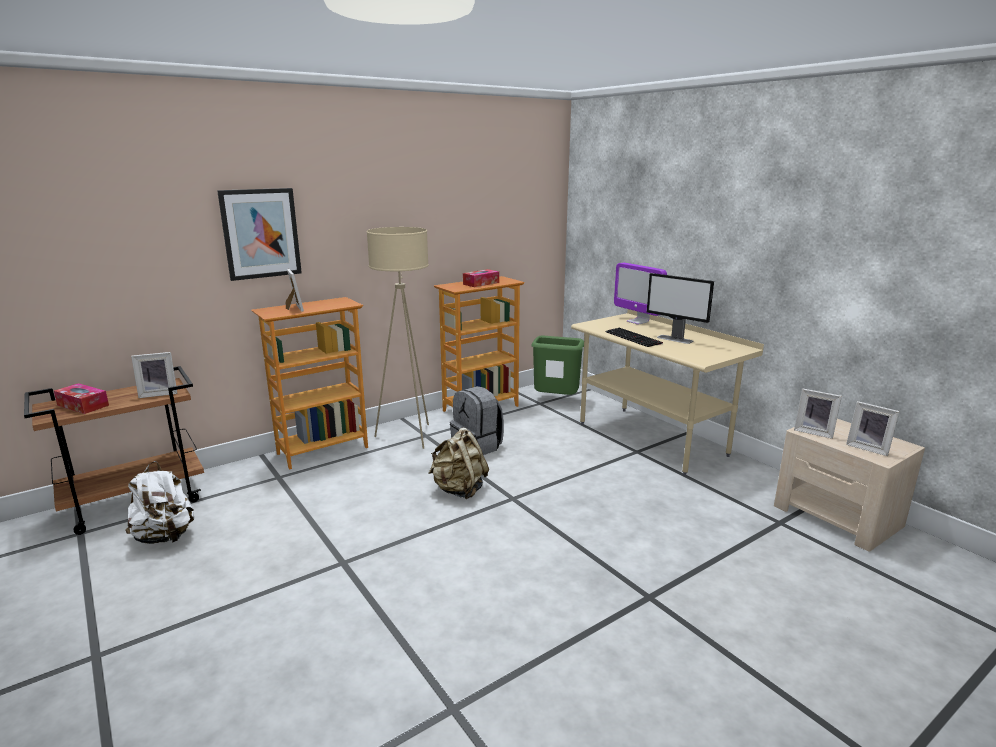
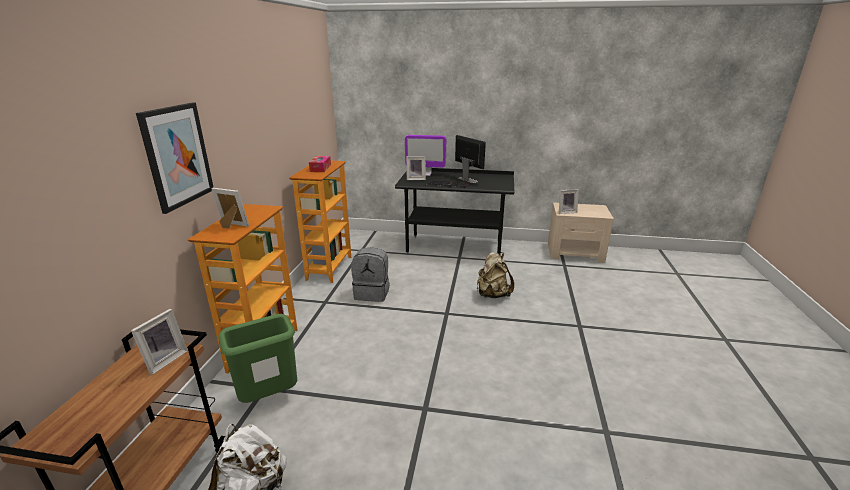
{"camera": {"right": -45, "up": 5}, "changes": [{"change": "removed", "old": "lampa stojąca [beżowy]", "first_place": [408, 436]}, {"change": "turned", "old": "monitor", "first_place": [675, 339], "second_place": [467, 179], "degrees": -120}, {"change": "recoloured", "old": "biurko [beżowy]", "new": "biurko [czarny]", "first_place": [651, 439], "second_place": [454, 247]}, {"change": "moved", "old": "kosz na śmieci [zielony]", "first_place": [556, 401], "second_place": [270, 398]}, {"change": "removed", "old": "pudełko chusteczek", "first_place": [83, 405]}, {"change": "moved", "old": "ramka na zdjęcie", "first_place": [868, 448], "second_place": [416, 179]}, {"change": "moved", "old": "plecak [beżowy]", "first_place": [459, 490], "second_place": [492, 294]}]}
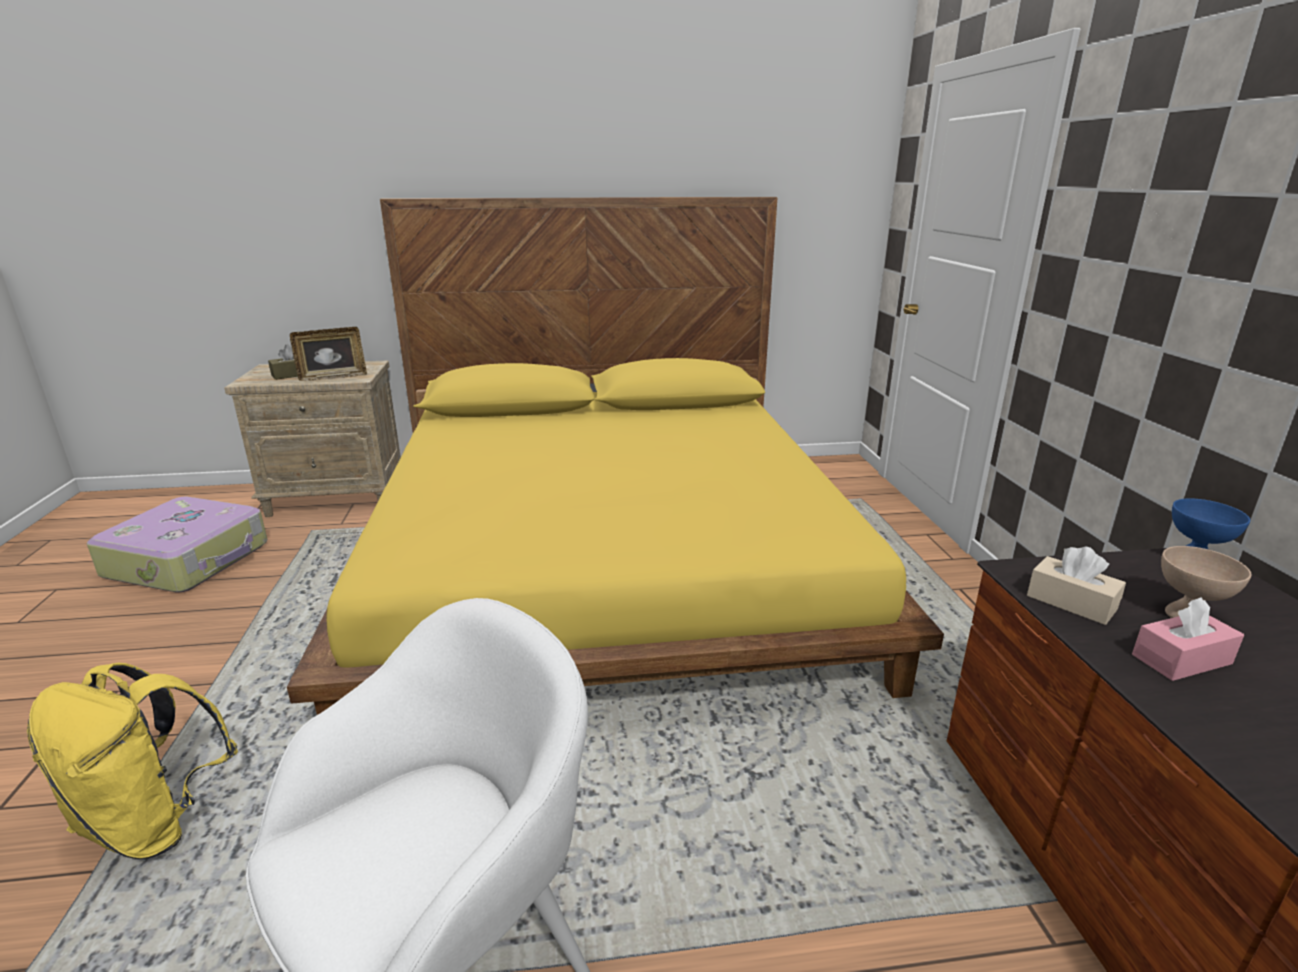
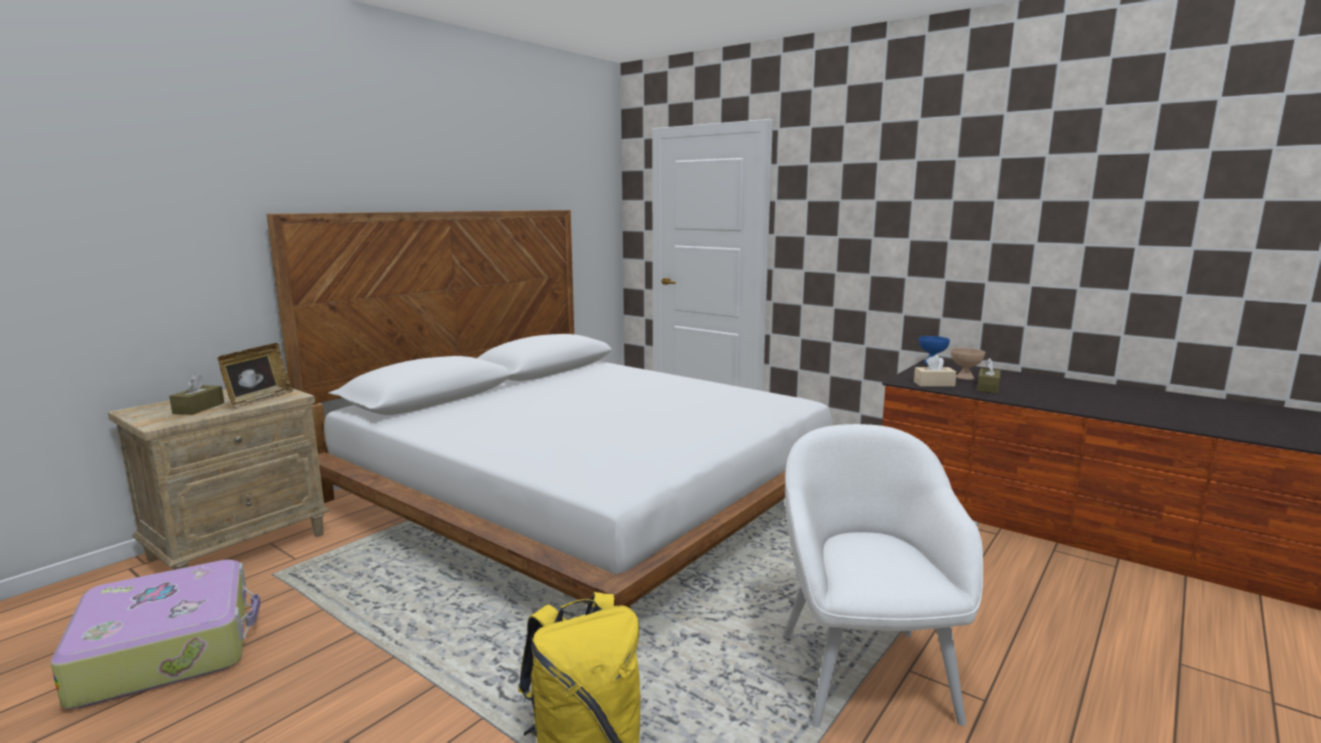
{"camera": {"right": -45, "up": -10}, "changes": [{"change": "recoloured", "old": "łóżko [żółty]", "new": "łóżko [biały]", "first_place": [607, 560], "second_place": [584, 494]}, {"change": "recoloured", "old": "pudełko chusteczek [różowy]", "new": "pudełko chusteczek [brązowy]", "first_place": [1181, 659], "second_place": [988, 388]}]}
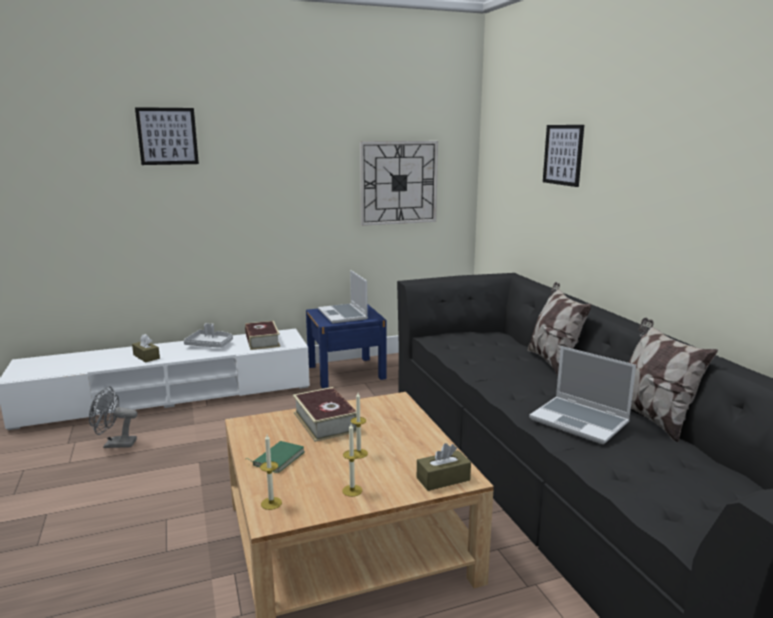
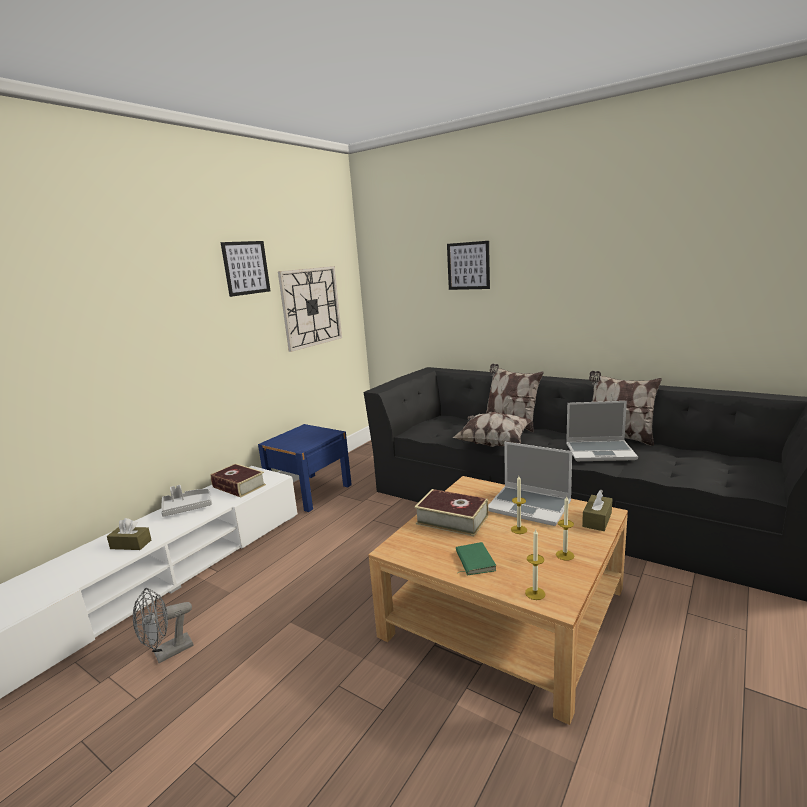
{"camera": {"right": -35, "up": 0}, "changes": [{"change": "moved", "old": "obraz", "first_place": [167, 136], "second_place": [246, 268]}, {"change": "moved", "old": "laptop", "first_place": [343, 315], "second_place": [530, 506]}, {"change": "added", "new": "poduszka", "second_place": [493, 443]}]}
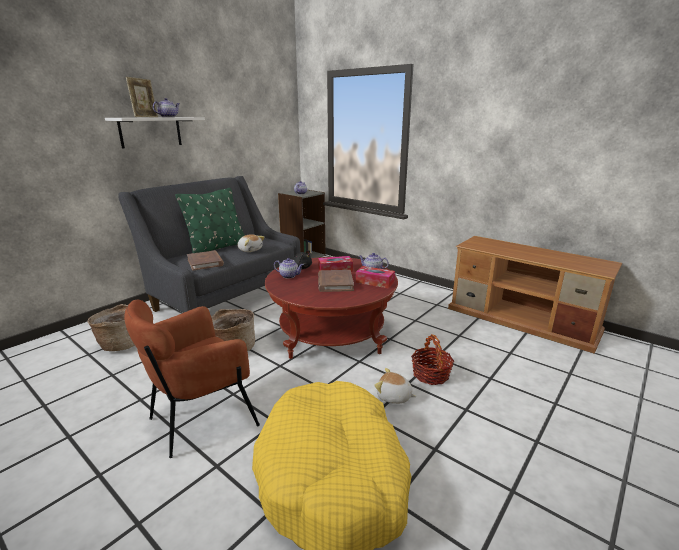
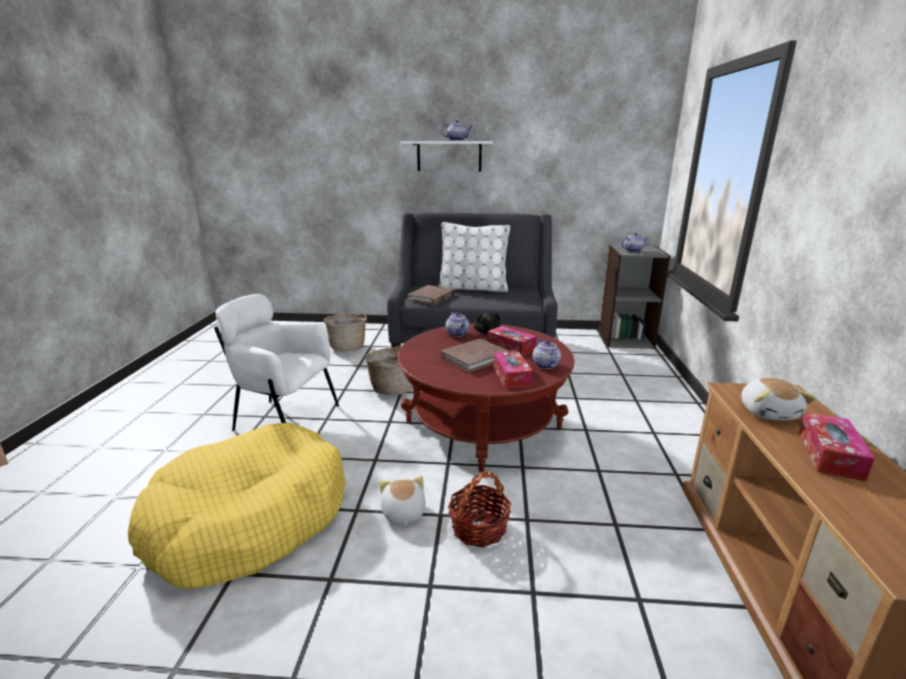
{"camera": {"right": 55, "up": 0}, "changes": [{"change": "removed", "old": "ramka na zdjęcie", "first_place": [145, 117]}, {"change": "recoloured", "old": "poduszka [zielony]", "new": "poduszka [biały]", "first_place": [217, 247], "second_place": [473, 288]}, {"change": "moved", "old": "pluszak", "first_place": [250, 250], "second_place": [769, 412]}, {"change": "recoloured", "old": "fotel [brązowy]", "new": "fotel [biały]", "first_place": [201, 418], "second_place": [284, 420]}, {"change": "added", "new": "pudełko chusteczek", "second_place": [829, 455]}]}
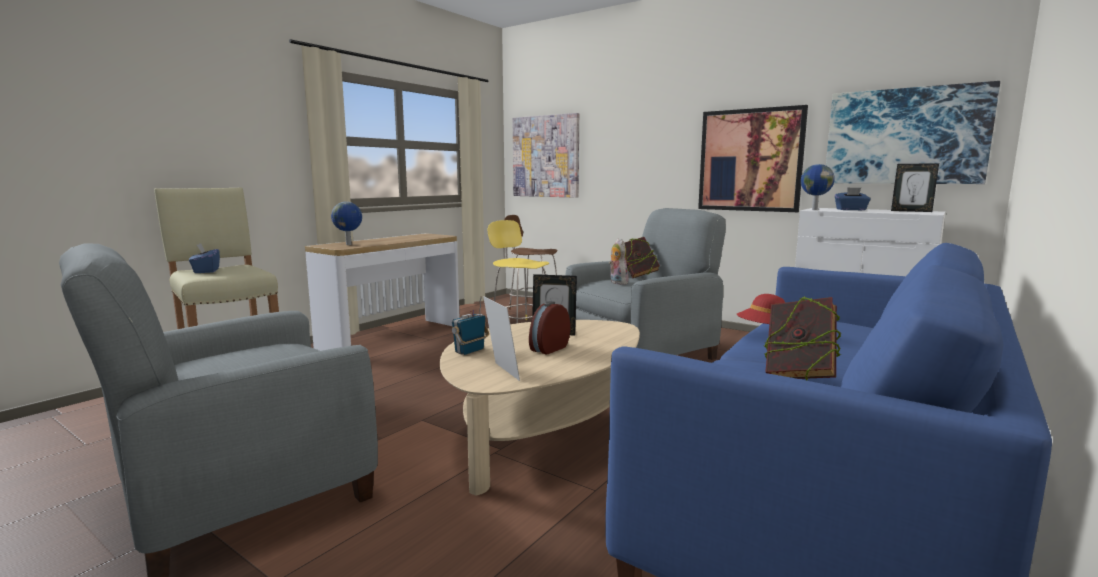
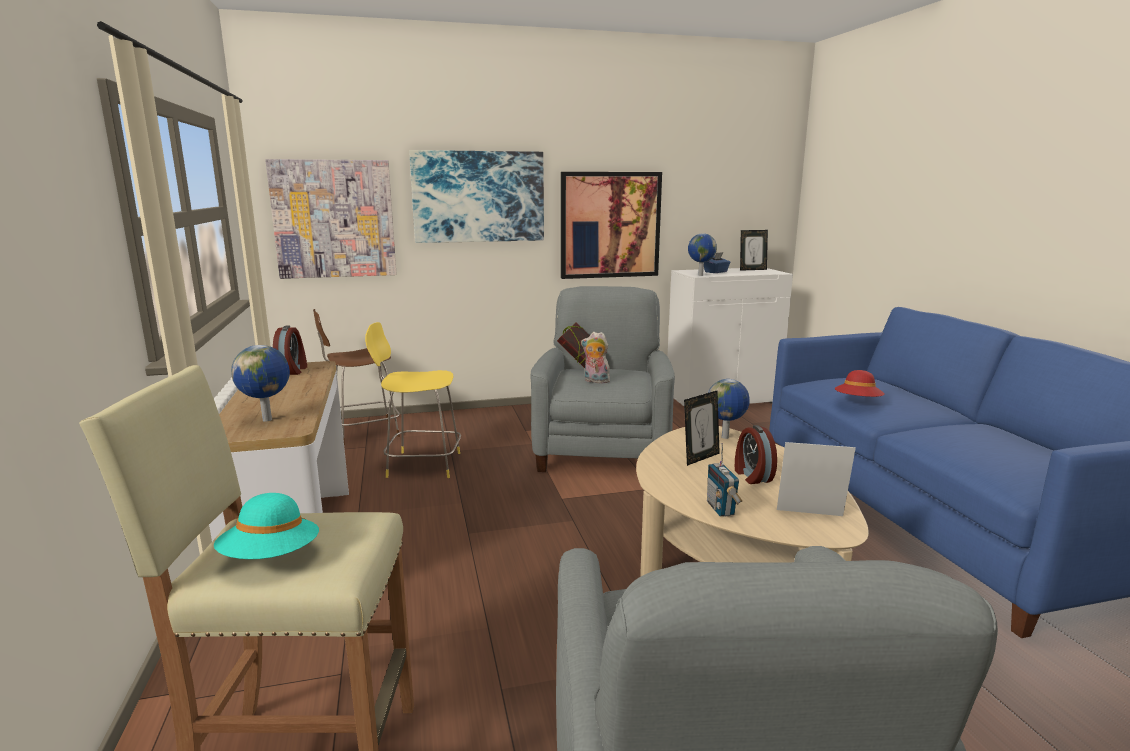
{"camera": {"right": -50, "up": 5}, "changes": [{"change": "moved", "old": "obraz", "first_place": [905, 136], "second_place": [478, 197]}, {"change": "replaced", "old": "pudełko chusteczek [niebieski]", "new": "kapelusz [turkusowy]", "first_place": [206, 271], "second_place": [271, 558]}, {"change": "removed", "old": "książka", "first_place": [798, 377]}, {"change": "added", "new": "budzik", "second_place": [293, 370]}, {"change": "added", "new": "globus", "second_place": [726, 437]}]}
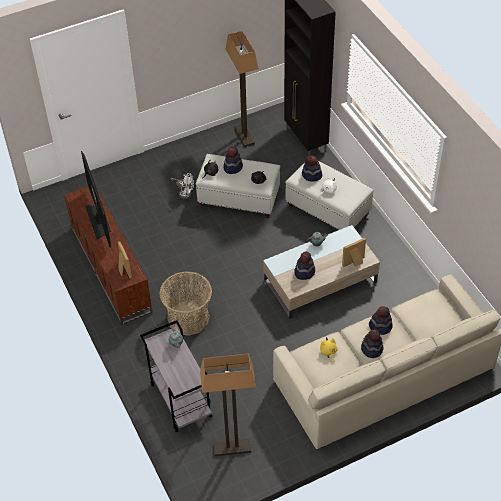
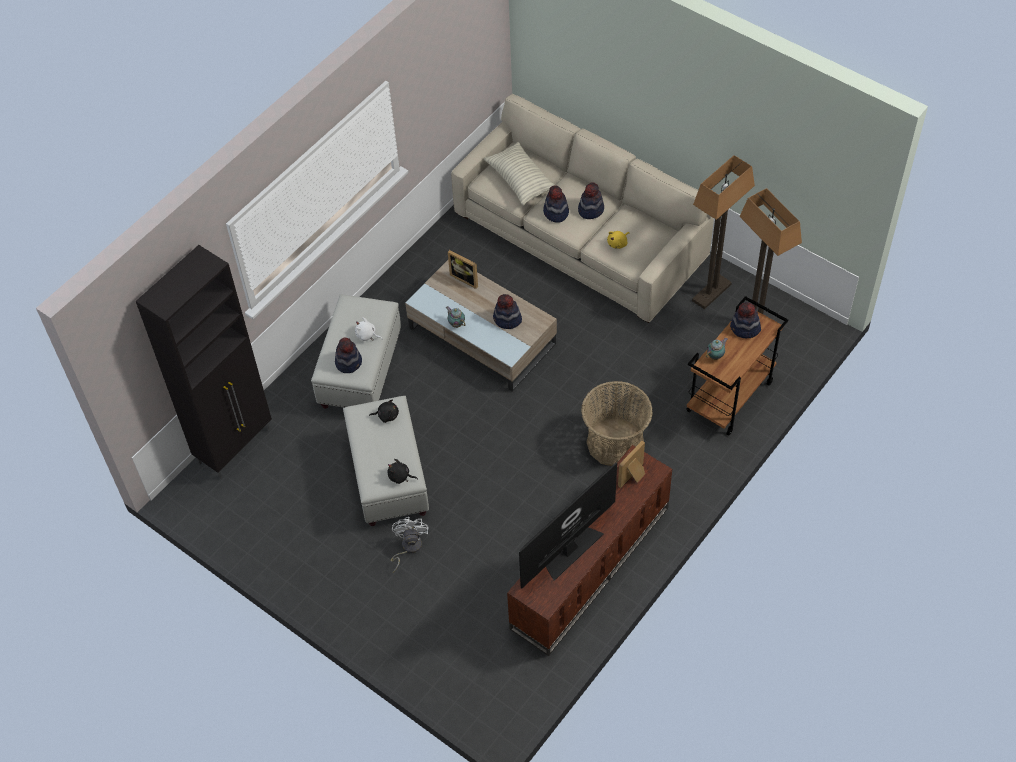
{"camera": {"right": -115, "up": 5}, "changes": [{"change": "moved", "old": "lampa stojąca", "first_place": [244, 136], "second_place": [711, 292]}, {"change": "moved", "old": "kapelusz", "first_place": [233, 167], "second_place": [745, 328]}, {"change": "recoloured", "old": "wózek [szary]", "new": "wózek [brązowy]", "first_place": [180, 400], "second_place": [729, 398]}, {"change": "added", "new": "poduszka", "second_place": [520, 180]}]}
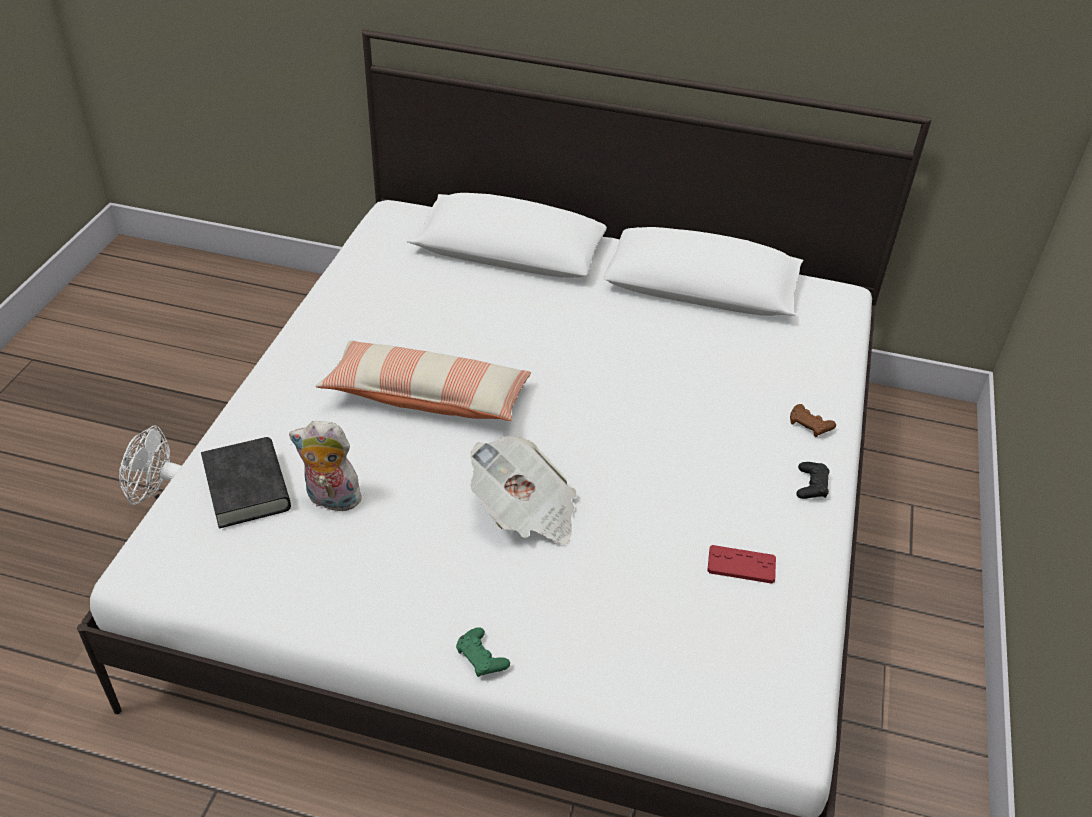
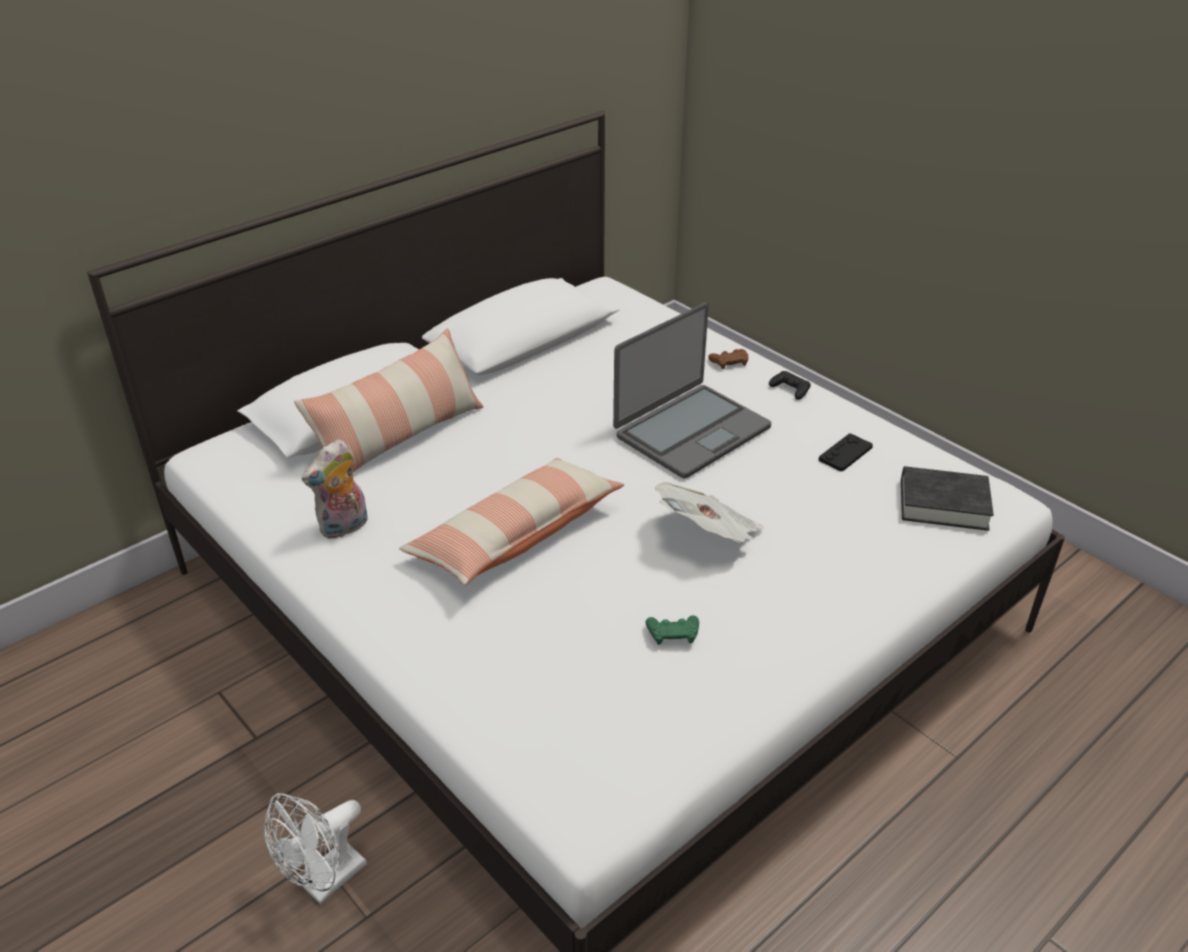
{"camera": {"right": -55, "up": -5}, "changes": [{"change": "moved", "old": "pluszak", "first_place": [331, 500], "second_place": [344, 528]}, {"change": "moved", "old": "książka [czarny]", "first_place": [247, 488], "second_place": [943, 504]}, {"change": "recoloured", "old": "pad do gier [czerwony]", "new": "pad do gier [czarny]", "first_place": [741, 565], "second_place": [845, 453]}, {"change": "moved", "old": "pad do gier [zielony]", "first_place": [481, 657], "second_place": [673, 633]}, {"change": "added", "new": "laptop", "second_place": [691, 431]}, {"change": "added", "new": "poduszka", "second_place": [400, 438]}]}
